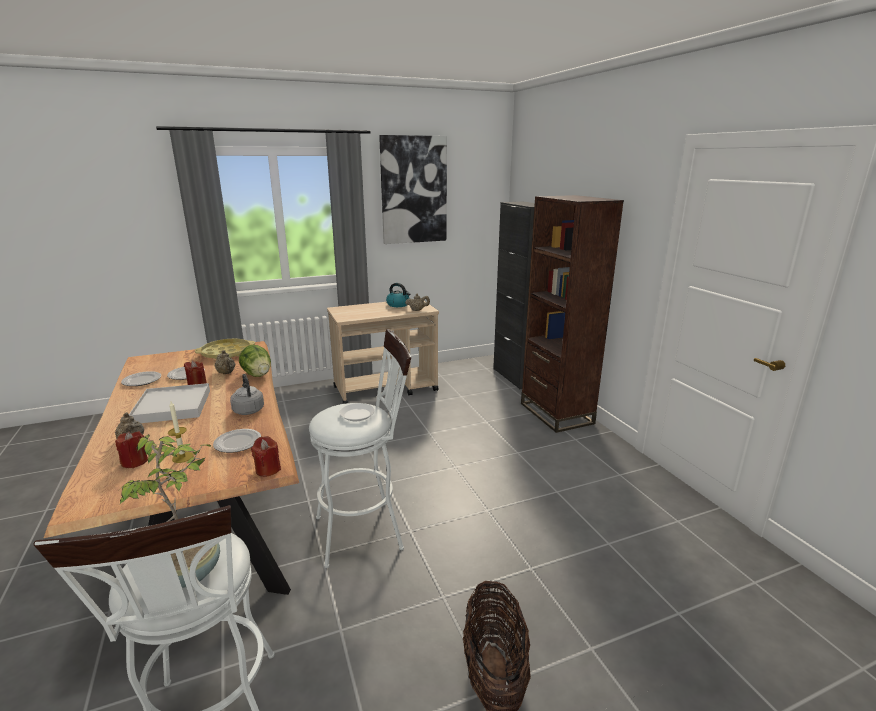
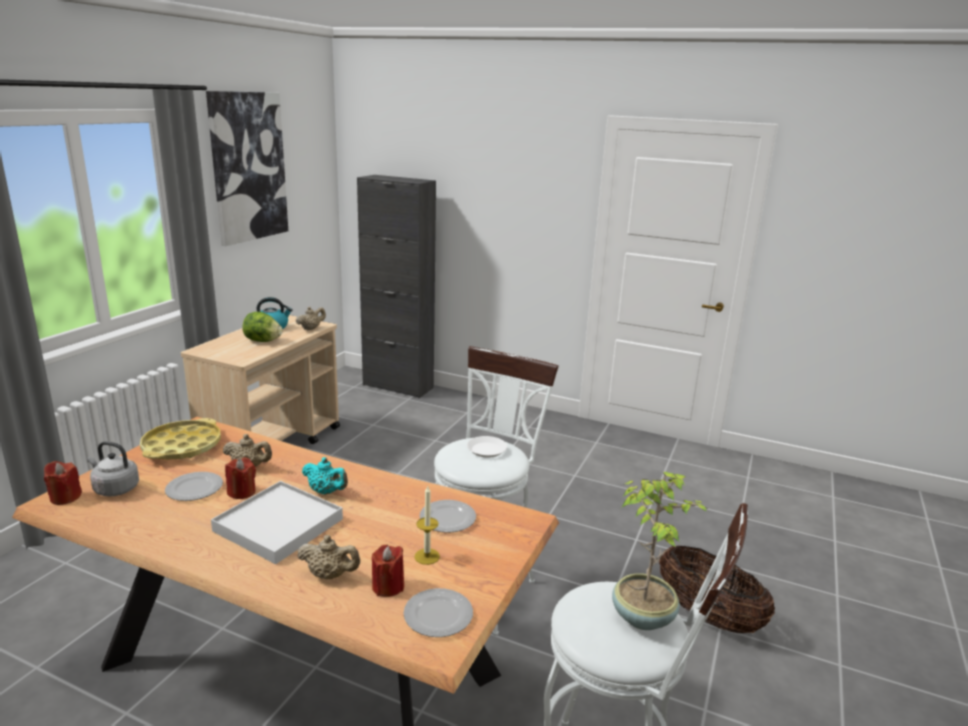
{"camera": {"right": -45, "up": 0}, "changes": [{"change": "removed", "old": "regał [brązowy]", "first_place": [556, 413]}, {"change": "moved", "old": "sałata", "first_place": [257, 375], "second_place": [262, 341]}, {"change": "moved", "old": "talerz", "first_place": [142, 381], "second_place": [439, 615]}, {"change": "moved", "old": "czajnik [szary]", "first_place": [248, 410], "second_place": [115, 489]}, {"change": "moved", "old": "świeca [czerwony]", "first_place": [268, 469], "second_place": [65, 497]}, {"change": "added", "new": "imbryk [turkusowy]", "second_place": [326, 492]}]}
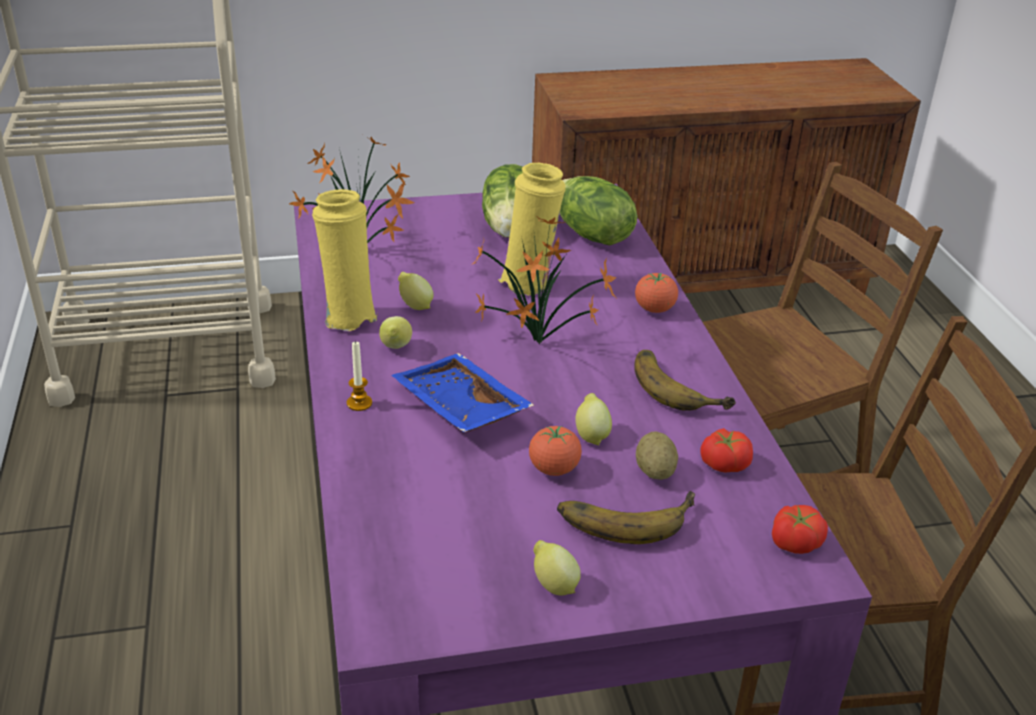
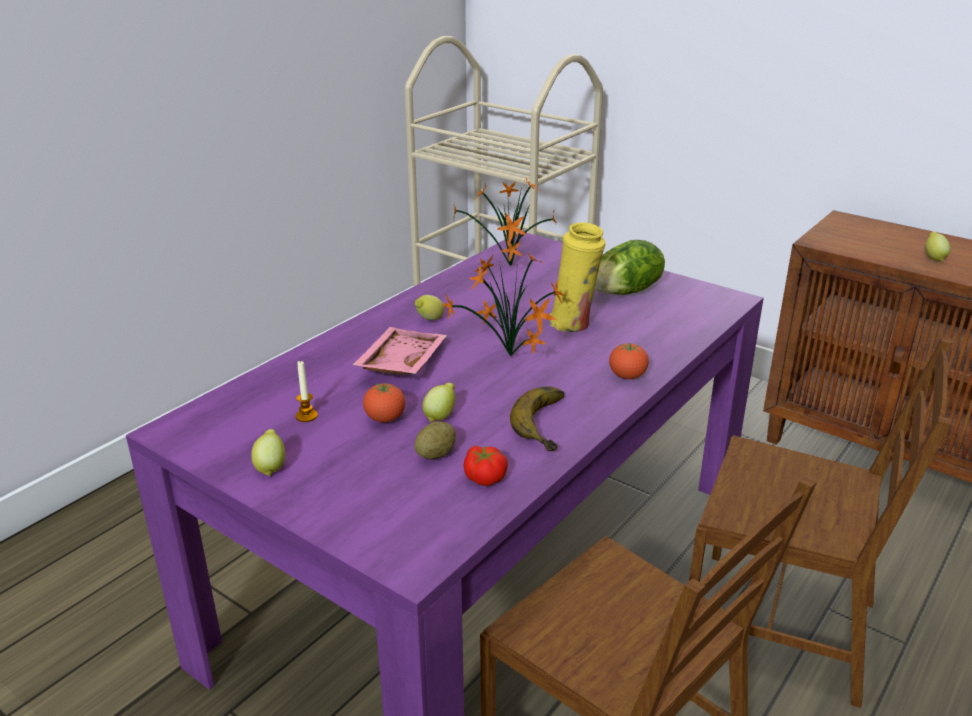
{"camera": {"right": 50, "up": -5}, "changes": [{"change": "removed", "old": "sałata", "first_place": [591, 235]}, {"change": "removed", "old": "wazon [żółty]", "first_place": [348, 316]}, {"change": "moved", "old": "cytryna", "first_place": [414, 305], "second_place": [933, 258]}, {"change": "moved", "old": "świeca", "first_place": [359, 403], "second_place": [306, 416]}, {"change": "recoloured", "old": "taca [niebieski]", "new": "taca [różowy]", "first_place": [458, 408], "second_place": [400, 363]}, {"change": "removed", "old": "banan", "first_place": [624, 514]}, {"change": "removed", "old": "pomidor", "first_place": [794, 542]}]}
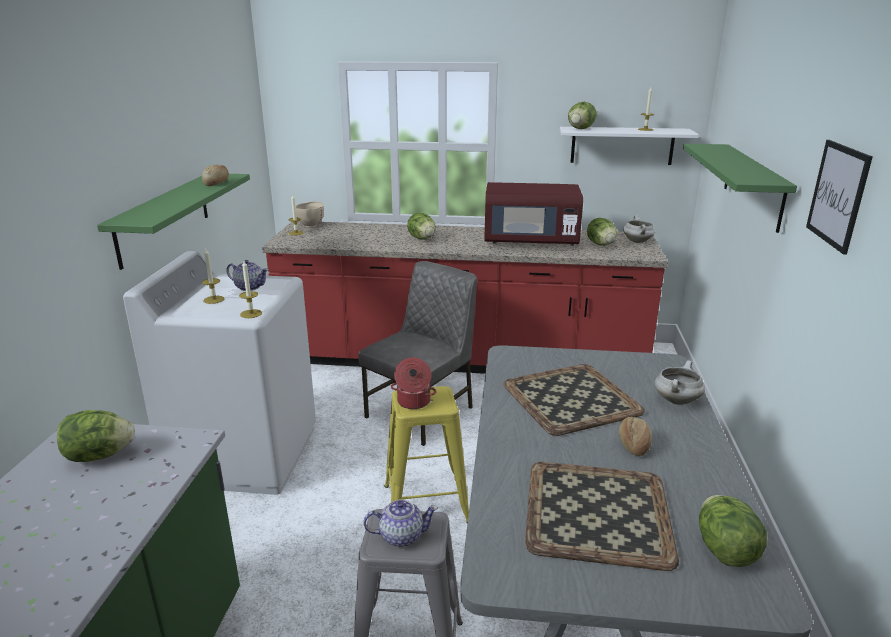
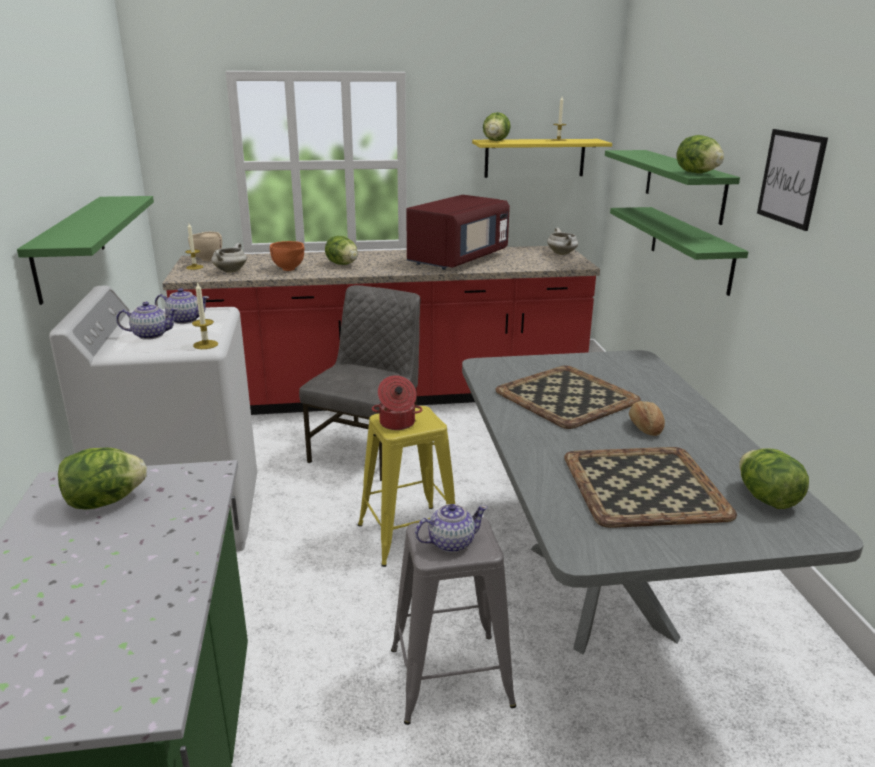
{"camera": {"right": -15, "up": 0}, "changes": [{"change": "recoloured", "old": "półka [biały]", "new": "półka [żółty]", "first_place": [622, 145], "second_place": [534, 158]}, {"change": "removed", "old": "chleb", "first_place": [217, 183]}, {"change": "turned", "old": "mikrofalówka [czerwony]", "first_place": [530, 241], "second_place": [457, 259], "degrees": -45}, {"change": "moved", "old": "sałata", "first_place": [601, 245], "second_place": [697, 173]}, {"change": "replaced", "old": "świeca", "new": "imbryk", "first_place": [213, 299], "second_place": [150, 335]}, {"change": "moved", "old": "garnek [biały]", "first_place": [676, 400], "second_place": [230, 271]}, {"change": "added", "new": "półka [zielony]", "second_place": [690, 248]}, {"change": "added", "new": "miska [pomarańczowy]", "second_place": [289, 270]}]}
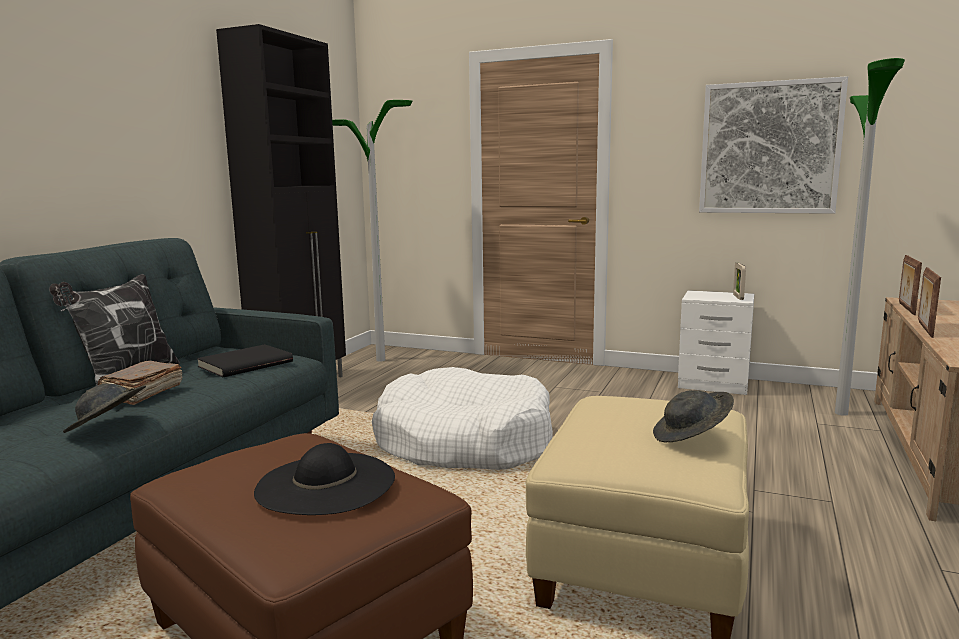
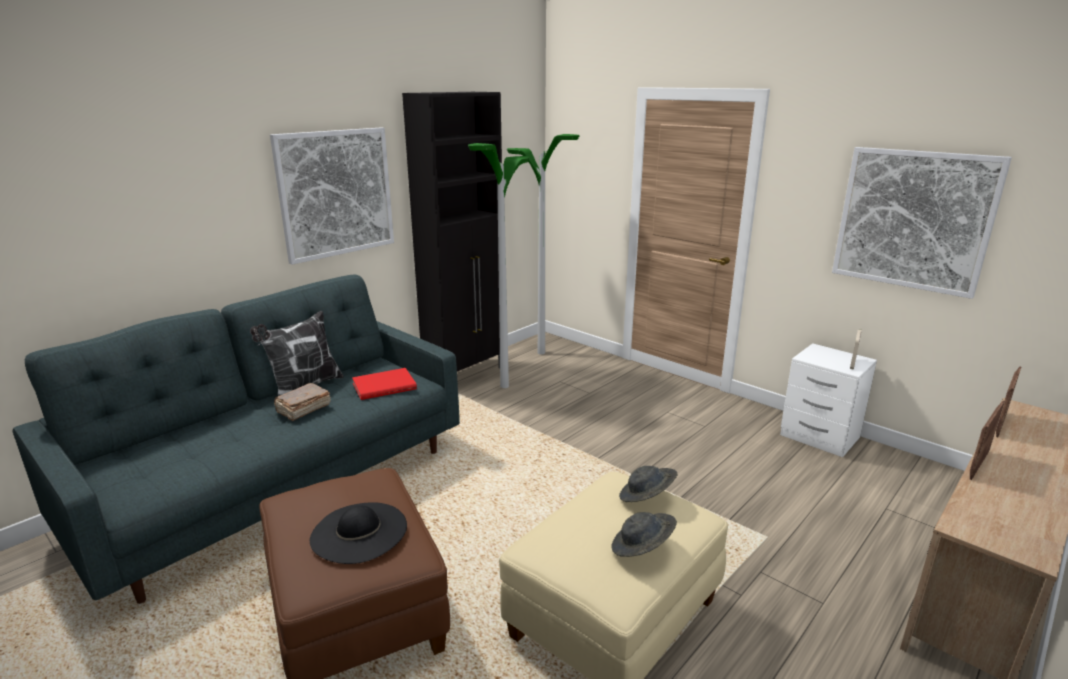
{"camera": {"right": 20, "up": 10}, "changes": [{"change": "moved", "old": "lampa stojąca", "first_place": [841, 413], "second_place": [504, 386]}, {"change": "recoloured", "old": "książka [czarny]", "new": "książka [czerwony]", "first_place": [245, 364], "second_place": [384, 385]}, {"change": "removed", "old": "legowisko [biały]", "first_place": [464, 442]}, {"change": "moved", "old": "kapelusz [szary]", "first_place": [107, 428], "second_place": [646, 498]}, {"change": "added", "new": "obraz", "second_place": [336, 193]}]}
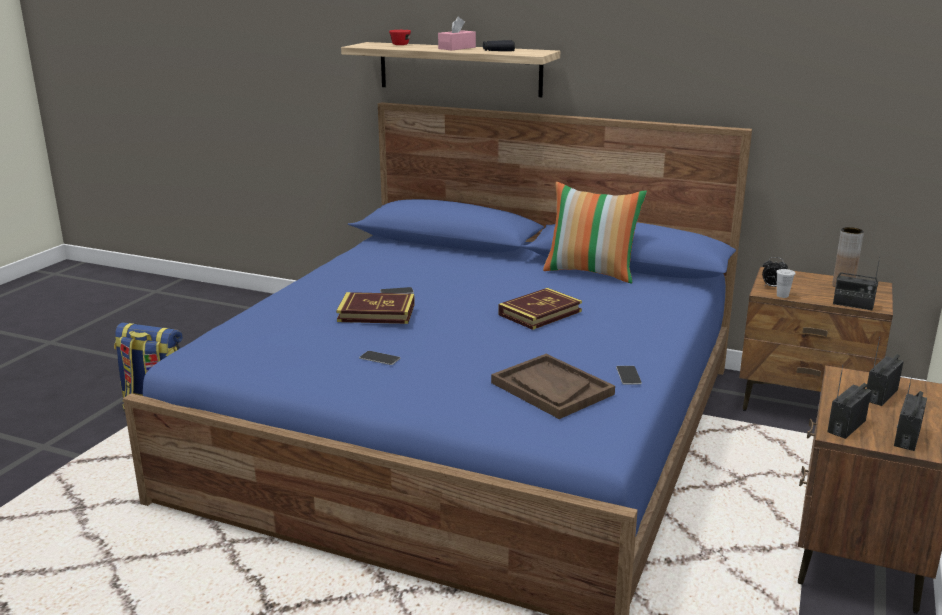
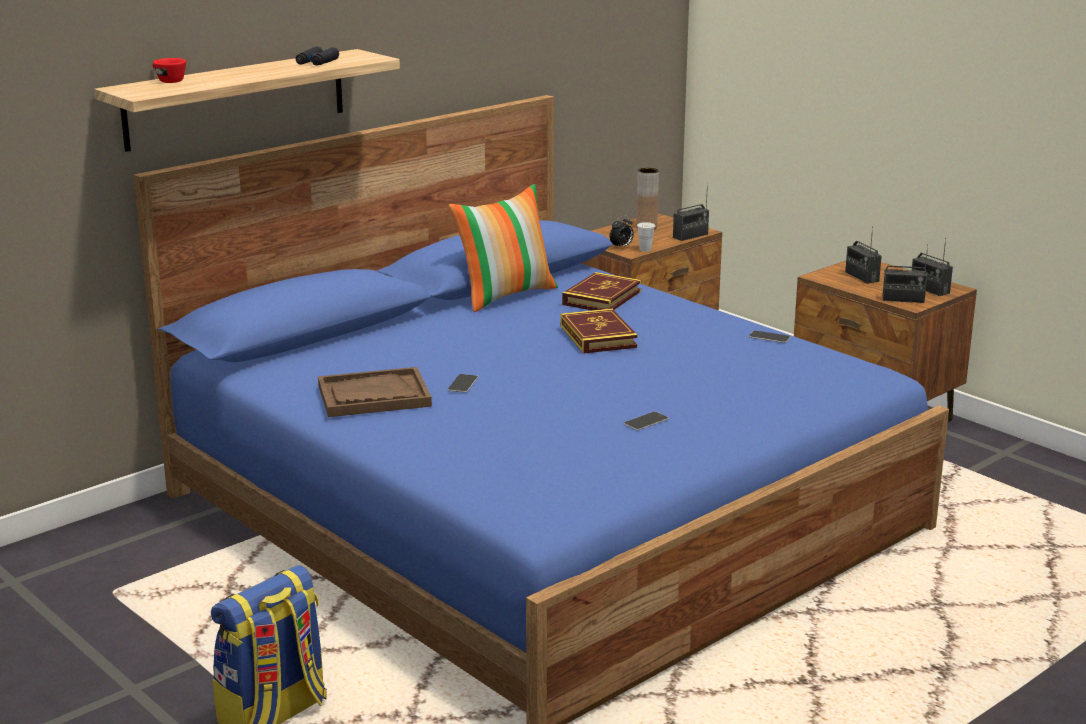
{"camera": {"right": -65, "up": 0}, "changes": [{"change": "removed", "old": "pudełko chusteczek [różowy]", "first_place": [457, 48]}, {"change": "moved", "old": "książka", "first_place": [376, 313], "second_place": [602, 298]}, {"change": "moved", "old": "taca [brązowy]", "first_place": [551, 388], "second_place": [373, 396]}, {"change": "turned", "old": "radio", "first_place": [846, 426], "second_place": [903, 299], "degrees": -60}]}
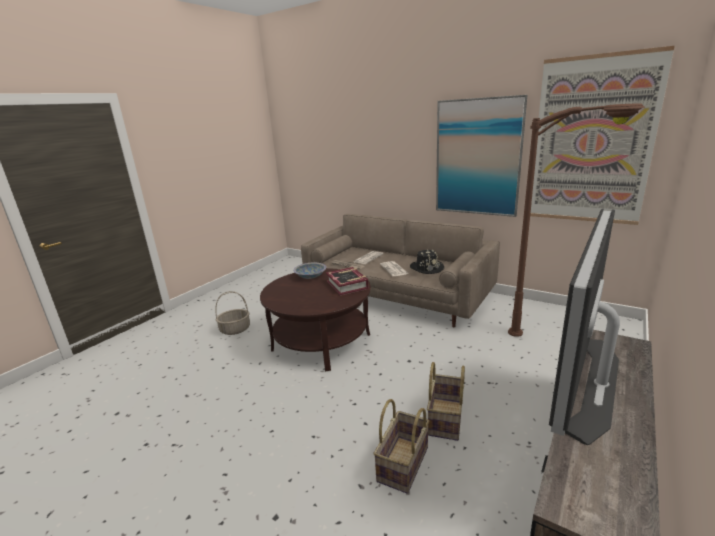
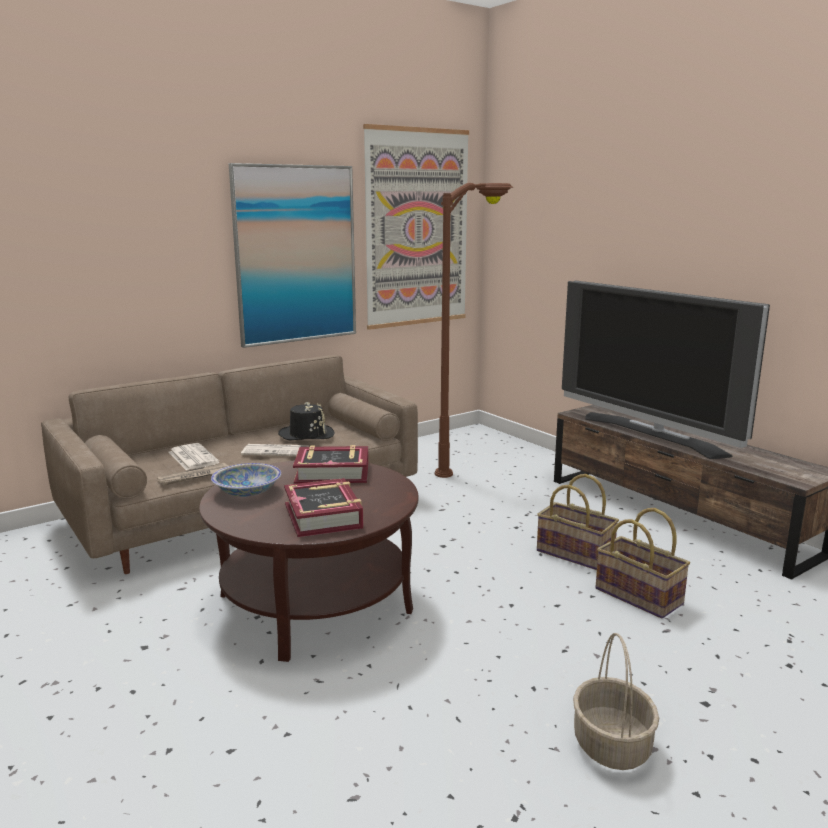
{"camera": {"right": -70, "up": -5}, "changes": [{"change": "moved", "old": "koszyk", "first_place": [235, 329], "second_place": [611, 744]}, {"change": "added", "new": "książka", "second_place": [324, 516]}]}
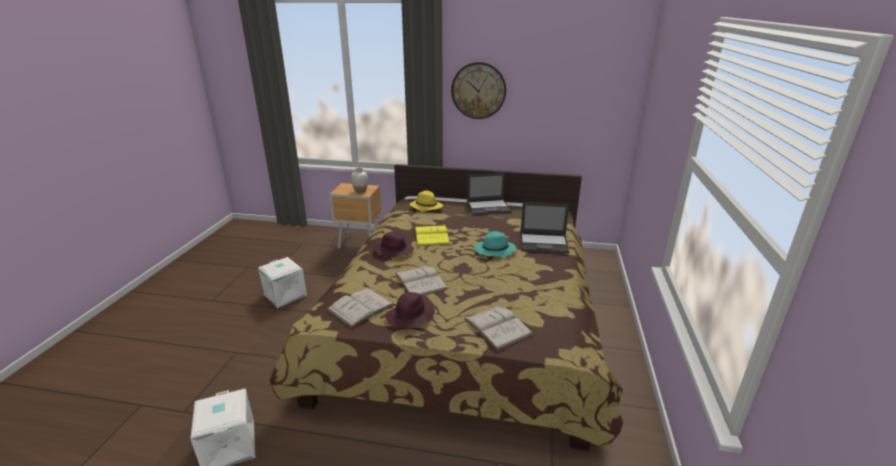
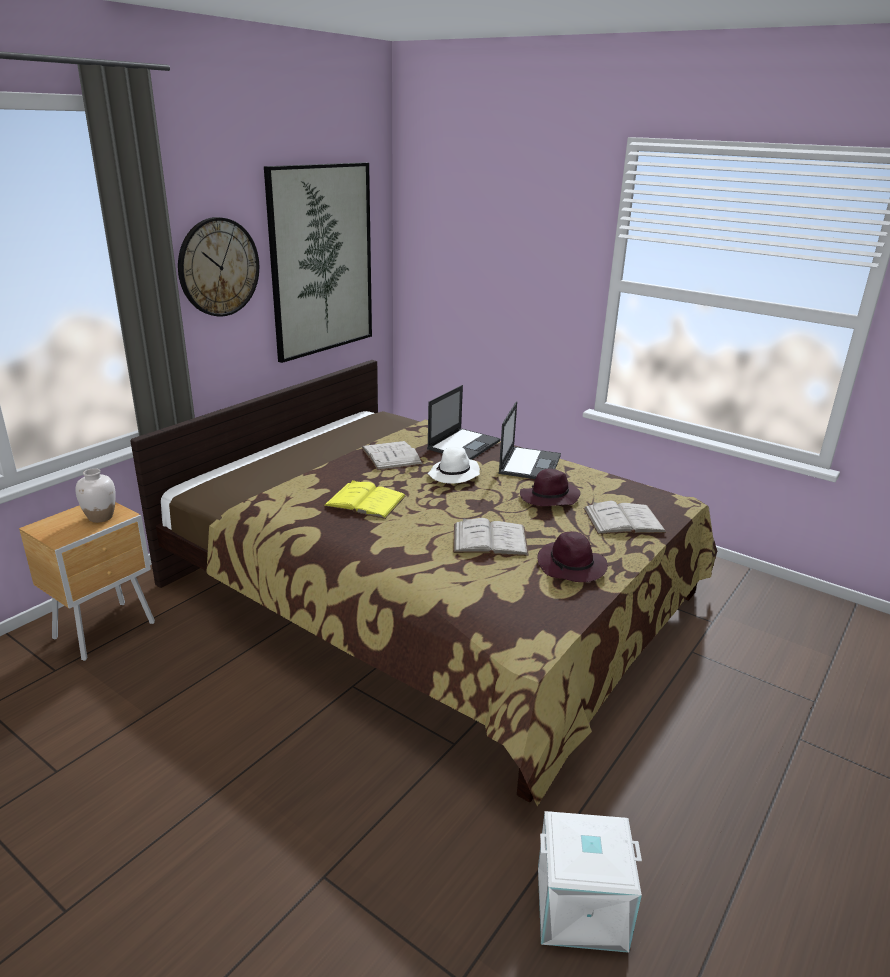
{"camera": {"right": -65, "up": 0}, "changes": [{"change": "moved", "old": "laptop", "first_place": [489, 207], "second_place": [530, 464]}, {"change": "removed", "old": "kapelusz [żółty]", "first_place": [425, 207]}, {"change": "moved", "old": "kapelusz [fioletowy]", "first_place": [393, 251], "second_place": [549, 498]}, {"change": "recoloured", "old": "kapelusz [turkusowy]", "new": "kapelusz [biały]", "first_place": [494, 251], "second_place": [454, 475]}, {"change": "removed", "old": "pojemnik do przechowywania [biały]", "first_place": [284, 295]}, {"change": "moved", "old": "książka [biały]", "first_place": [361, 307], "second_place": [391, 456]}, {"change": "added", "new": "obraz", "second_place": [321, 260]}]}
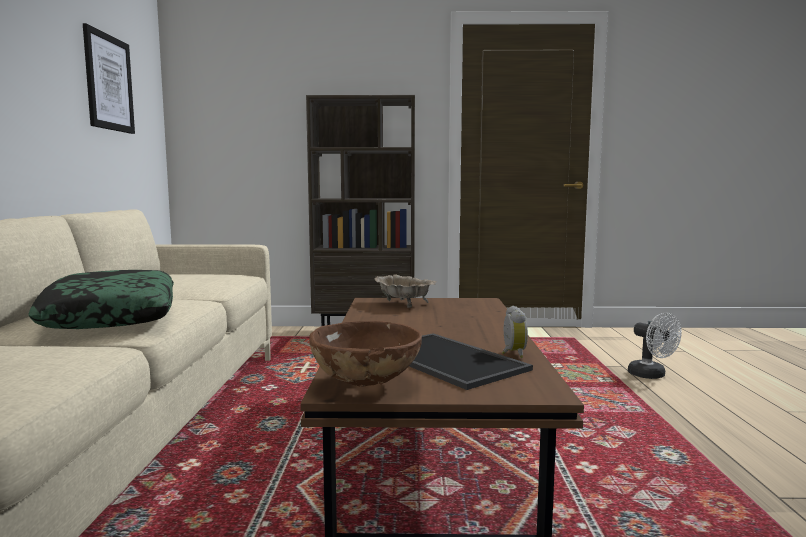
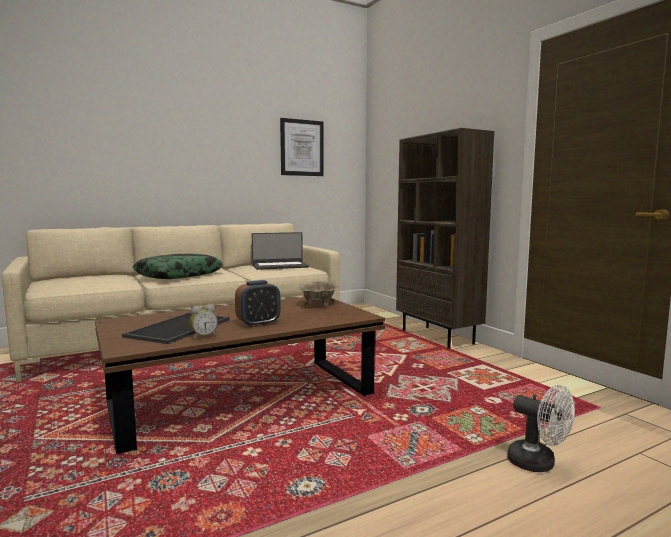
{"camera": {"right": 60, "up": 0}, "changes": [{"change": "turned", "old": "wentylator [biały]", "first_place": [651, 375], "second_place": [538, 464], "degrees": -75}, {"change": "removed", "old": "miska [brązowy]", "first_place": [366, 385]}, {"change": "added", "new": "laptop", "second_place": [280, 266]}, {"change": "added", "new": "budzik", "second_place": [258, 323]}]}
